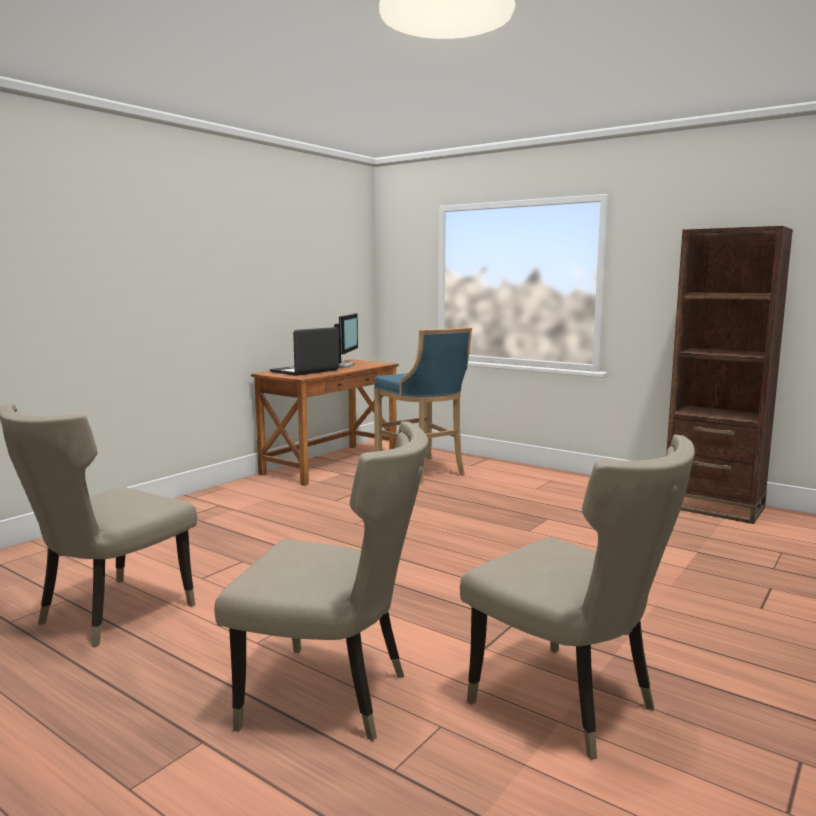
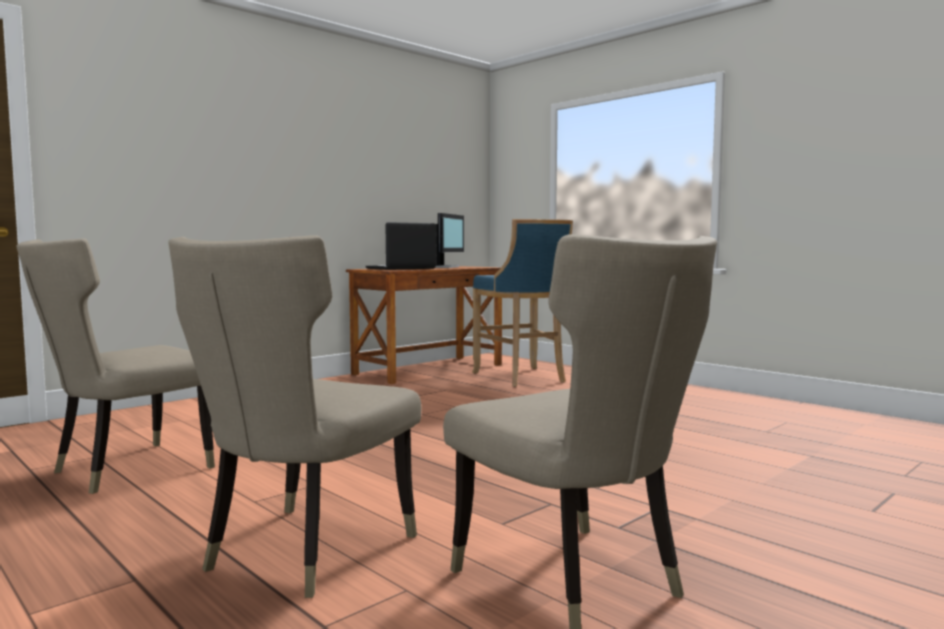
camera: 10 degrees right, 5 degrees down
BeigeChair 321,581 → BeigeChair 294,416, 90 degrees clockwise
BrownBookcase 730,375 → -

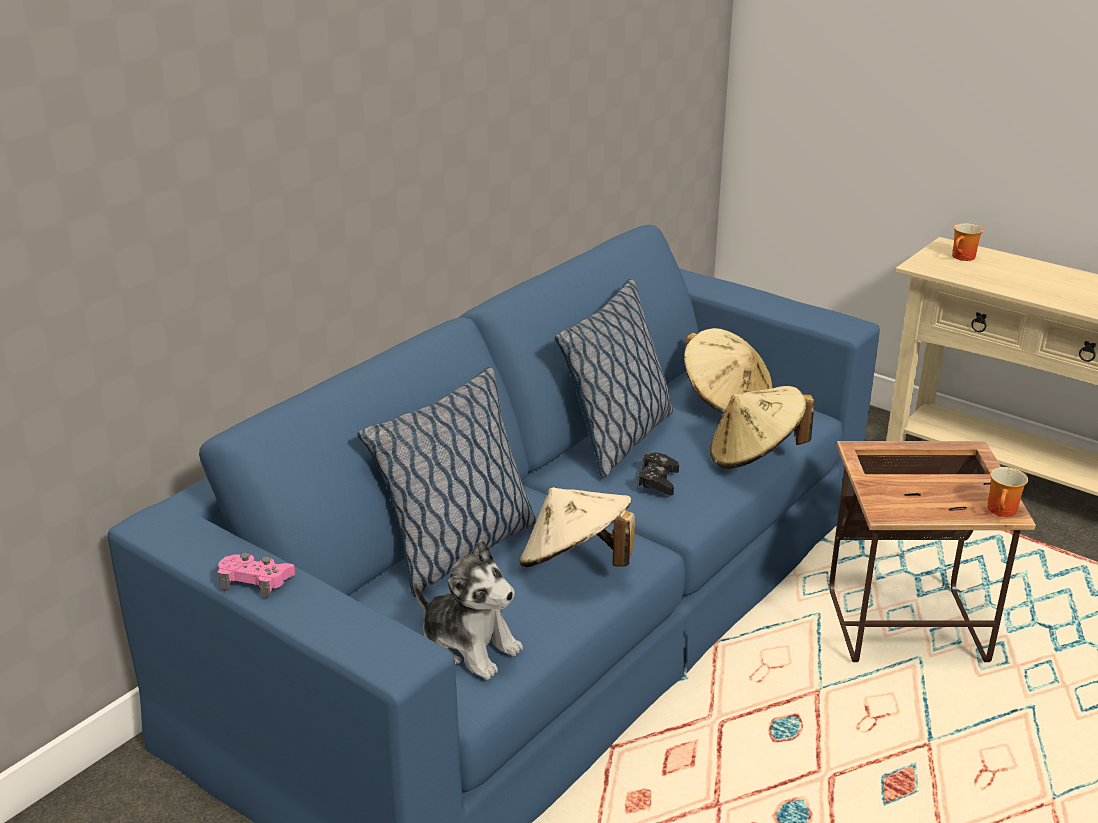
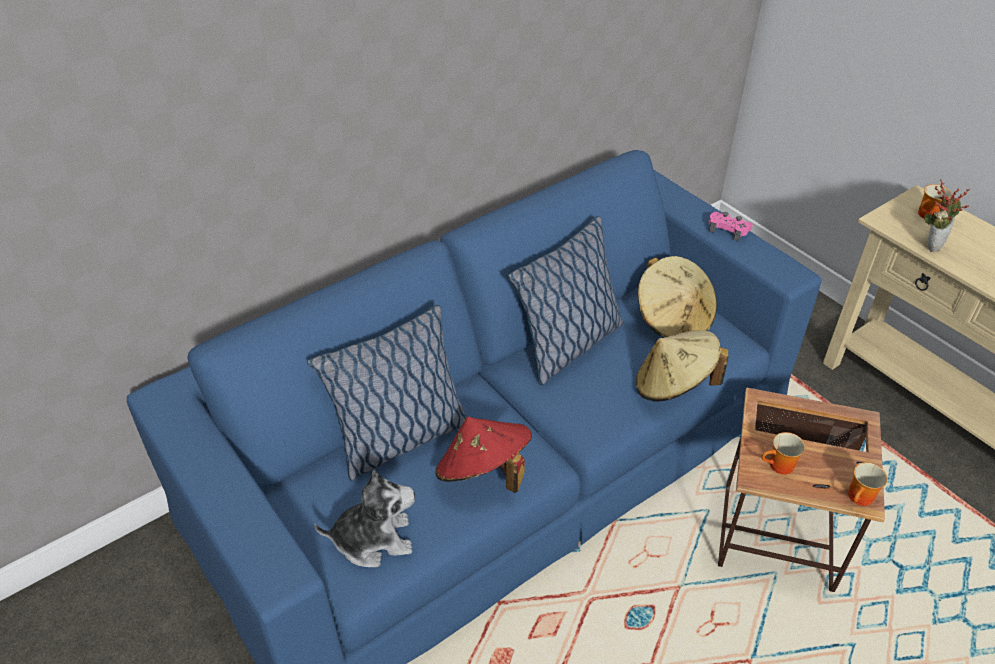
camera: 15 degrees right, 15 degrees up
PinkGameController 256,575 → PinkGameController 731,226, relocated
PlushToy 468,610 → PlushToy 364,518, 60 degrees counterclockwise
BeigeHat 577,527 → RedHat 483,455
BlackGameController 658,474 → -
- → Mug 783,453
- → PottedPlant 947,216

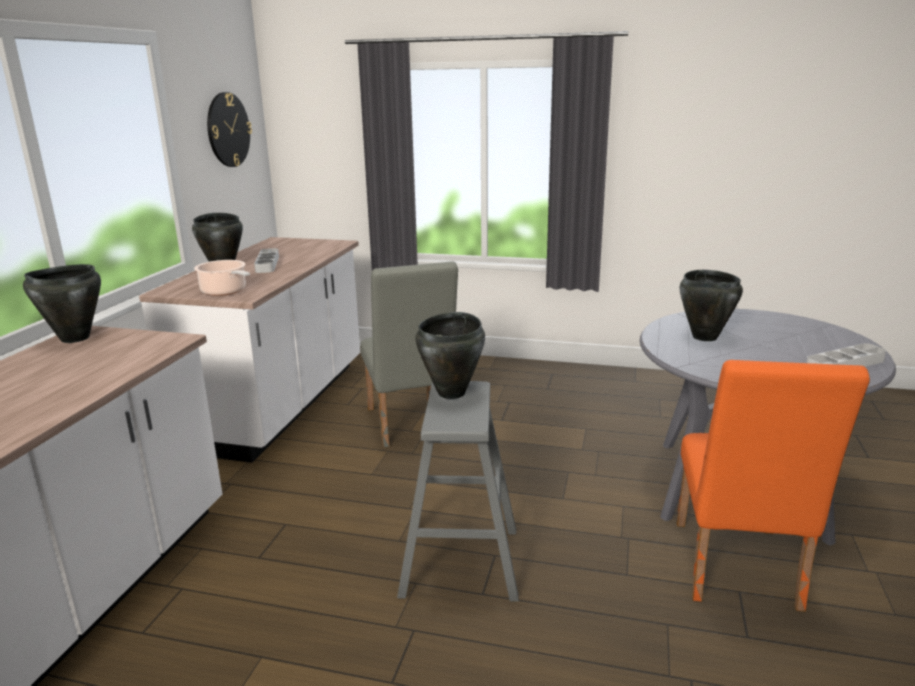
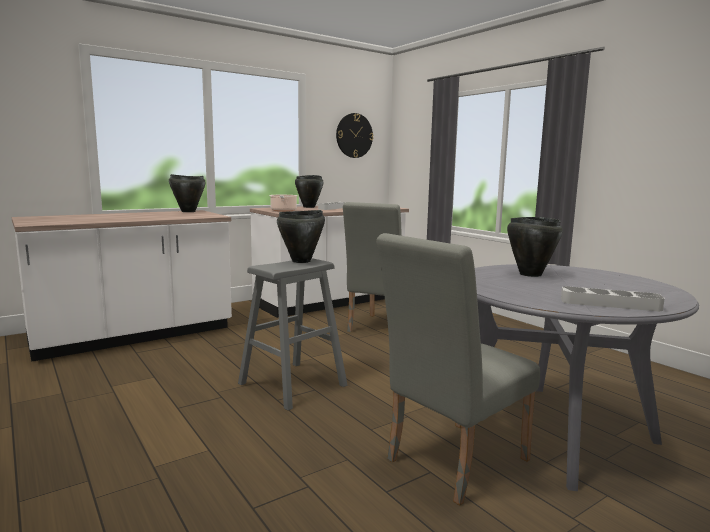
camera: 40 degrees right, 10 degrees down
OrangeChair 773,486 → GreyChair 458,369

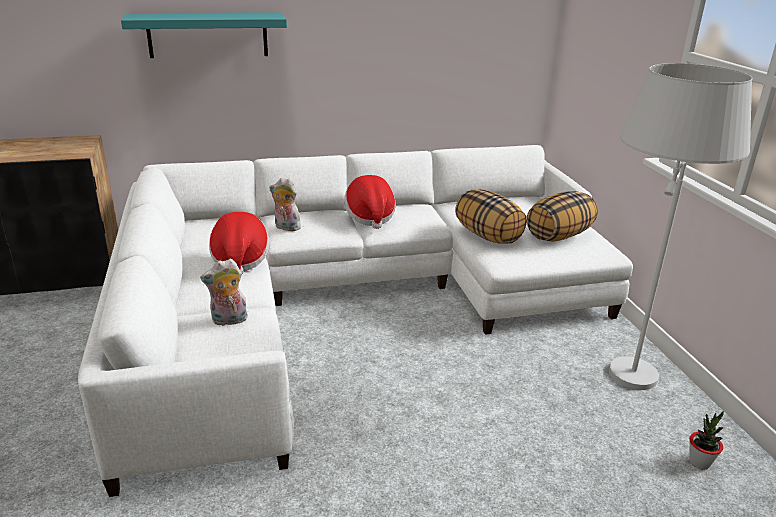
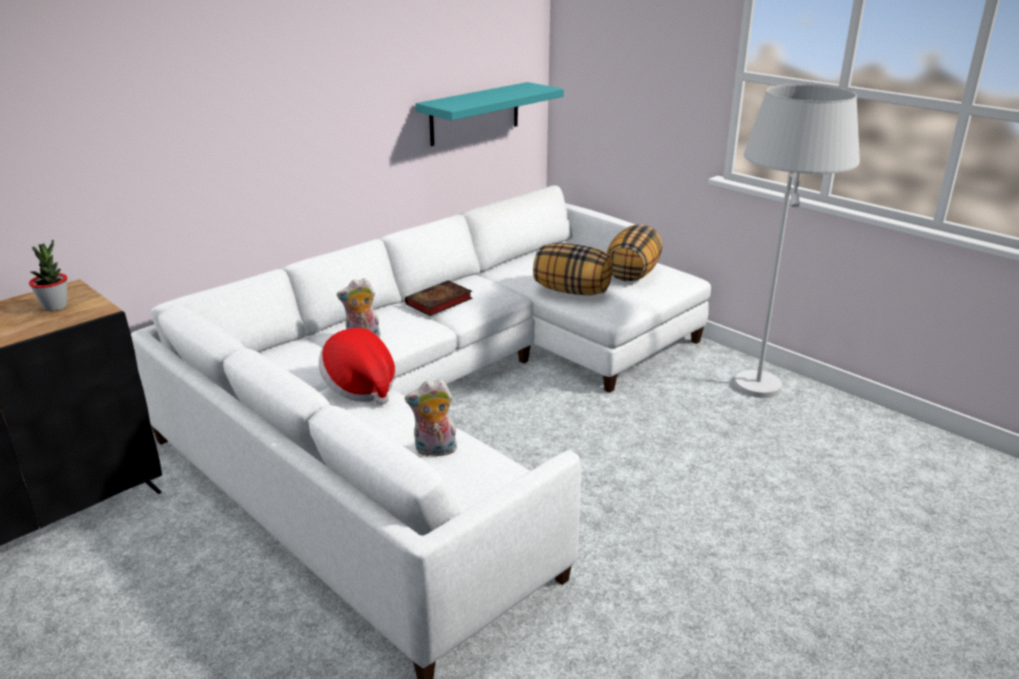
camera: 30 degrees left, 0 degrees up
TurquoiseShelf 204,35 → TurquoiseShelf 490,114, relocated
PlushToy 224,292 → PlushToy 431,417, 45 degrees clockwise
Hat 369,202 → Book 439,298
PottedPlant 706,440 → PottedPlant 48,275, relocated

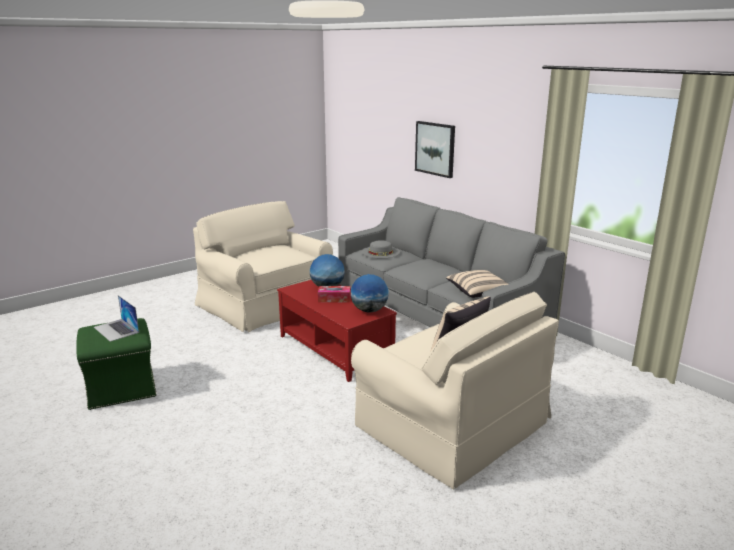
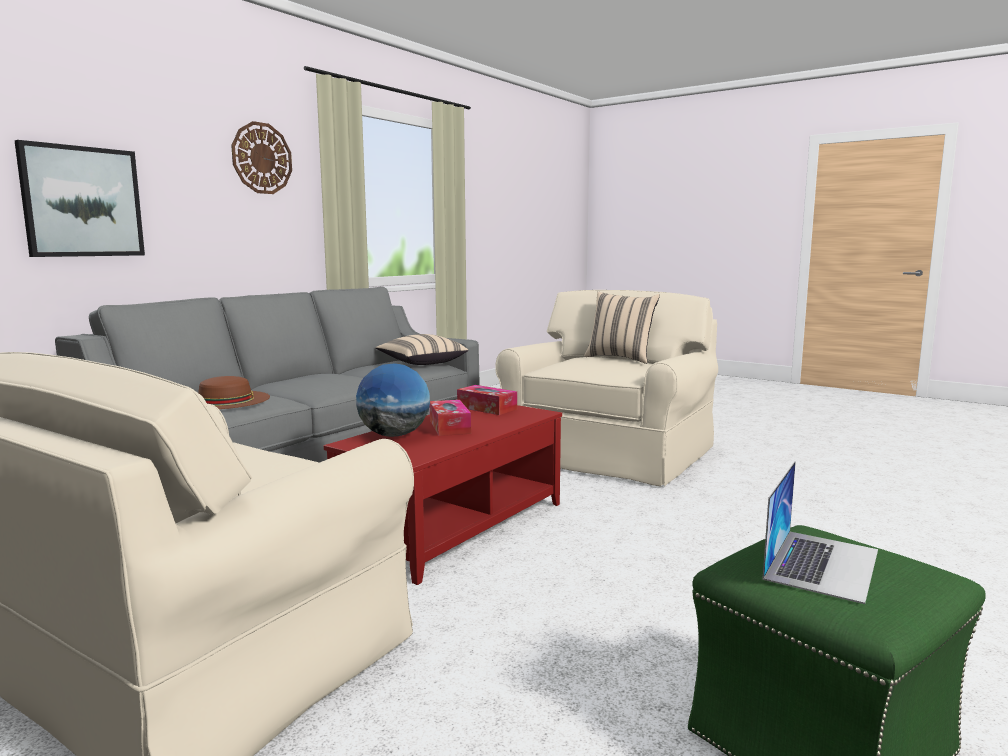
camera: 105 degrees left, 10 degrees down
Globe 370,293 → TissueBox 487,400
GreyHat 380,249 → BrownHat 234,392
- → WallClock 261,157

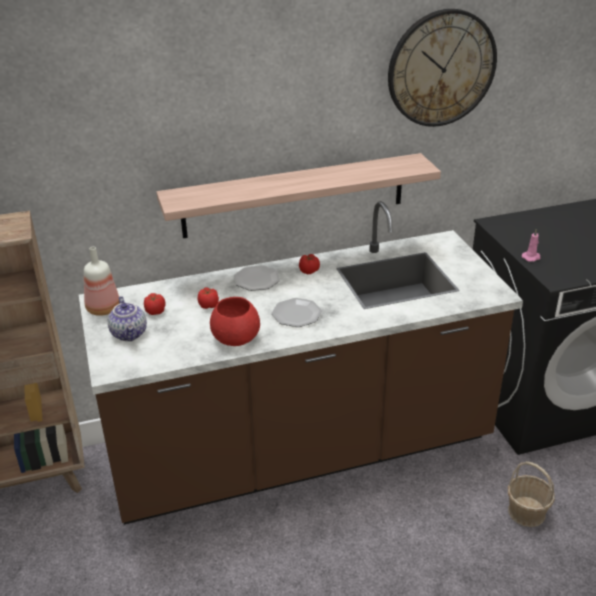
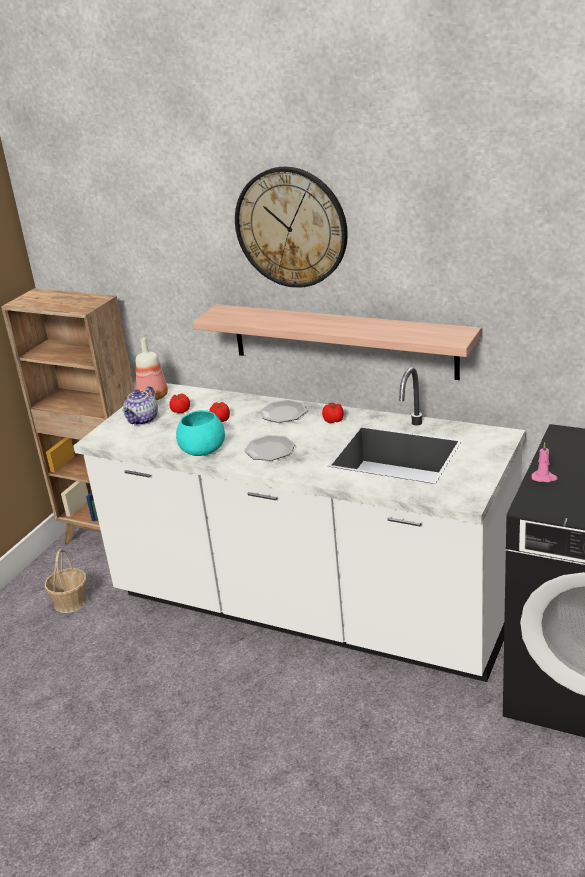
camera: 45 degrees right, 5 degrees down
BrownCounter 301,363 → WhiteCounter 299,524
RedBowl 235,321 → TurquoiseBowl 200,433
WallClock 442,68 → WallClock 291,227, relocated
Basket 531,494 → Basket 66,581, relocated

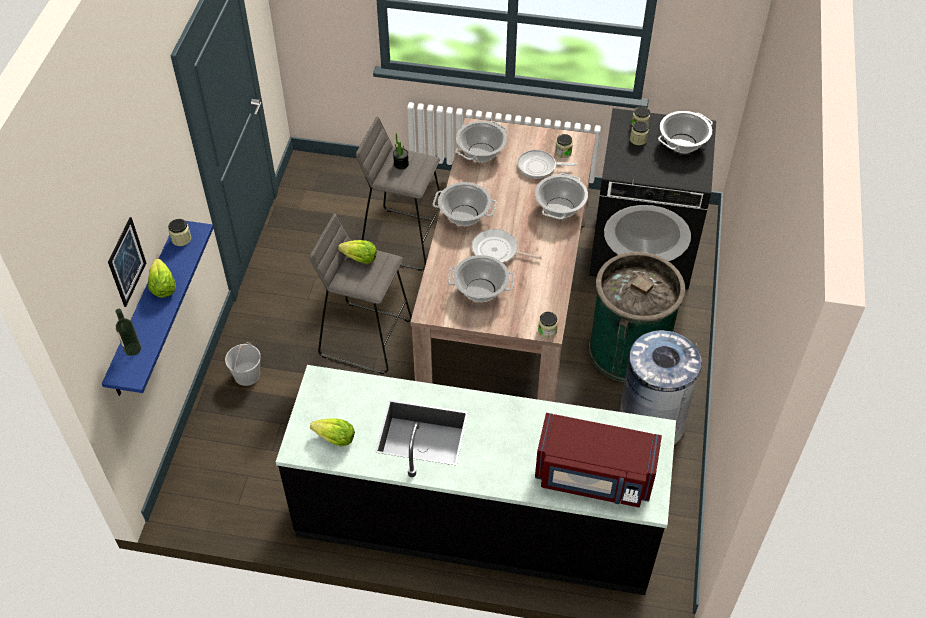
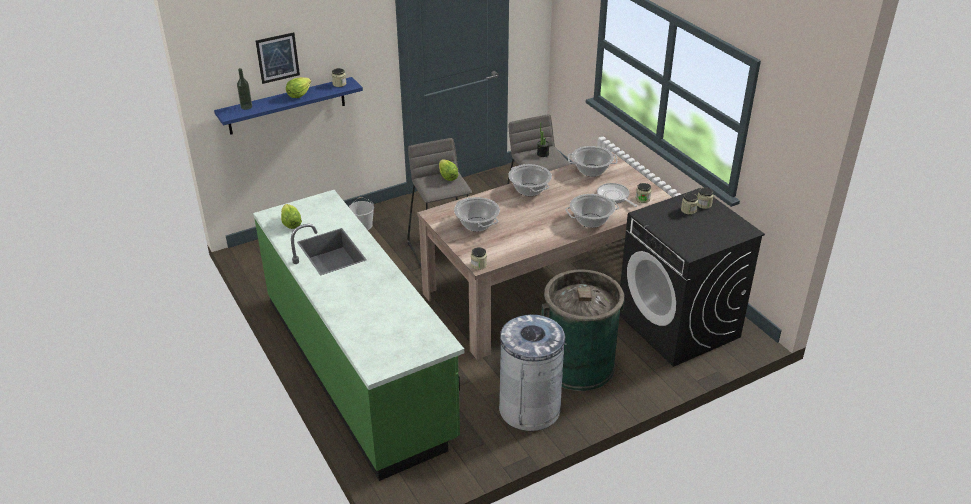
camera: 50 degrees right, 15 degrees down
BlackCounter 476,480 → GreenCounter 358,335
FryingPan 507,246 → -
RedMicrowave 598,460 → -
CookingPot 685,132 → -

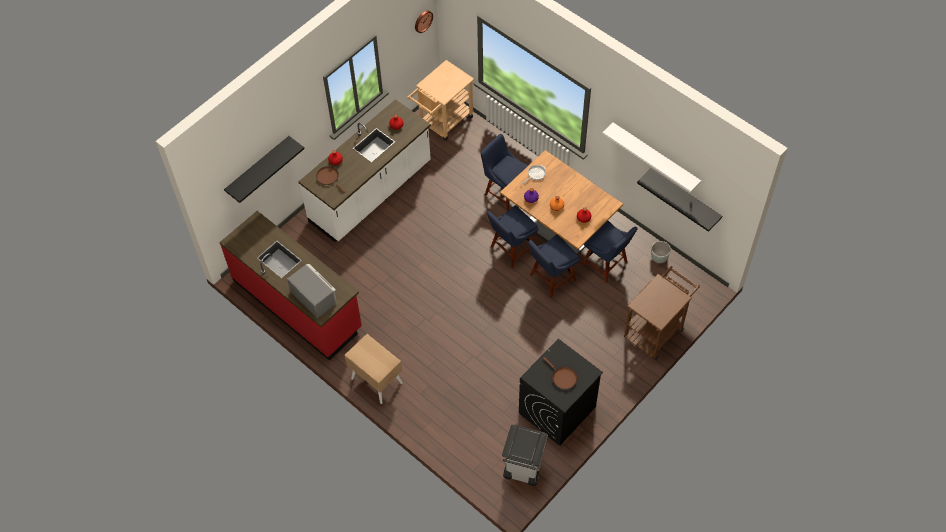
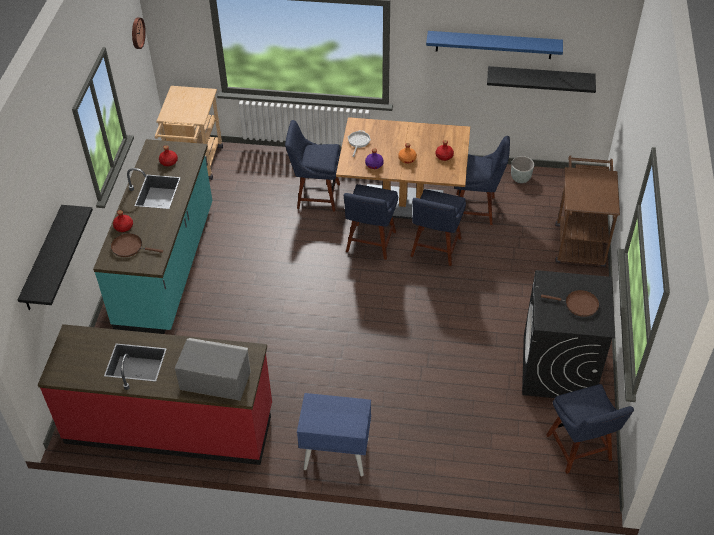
camera: 35 degrees left, 10 degrees down
WhiteCounter 365,170 → TurquoiseCounter 152,236
BeigeNightstand 373,369 → BlueNightstand 334,434
GreyTrashCan 525,455 → BlueChair 590,429
WhiteShelf 651,158 → BlueShelf 494,45

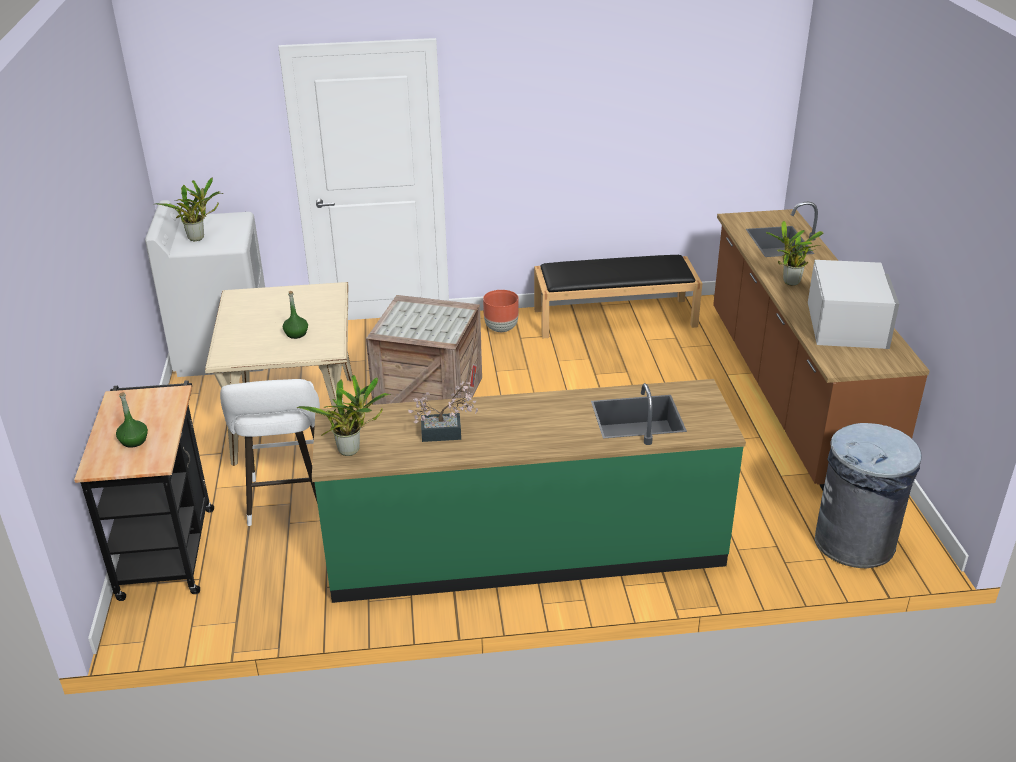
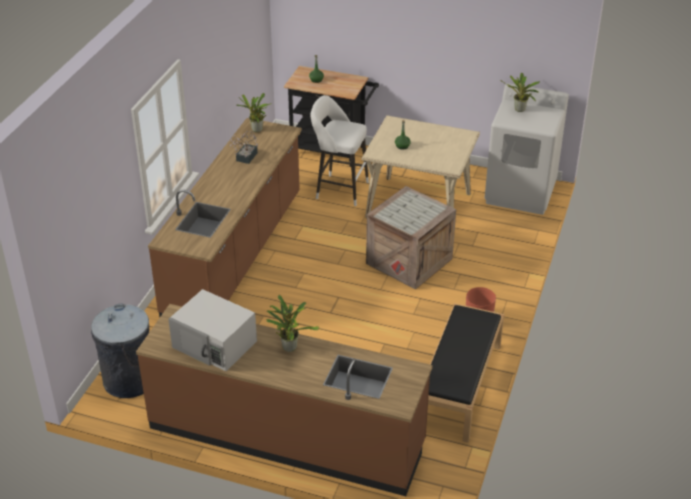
camera: 115 degrees right, 5 degrees up
GreenCounter 529,491 → BrownCounter 225,217

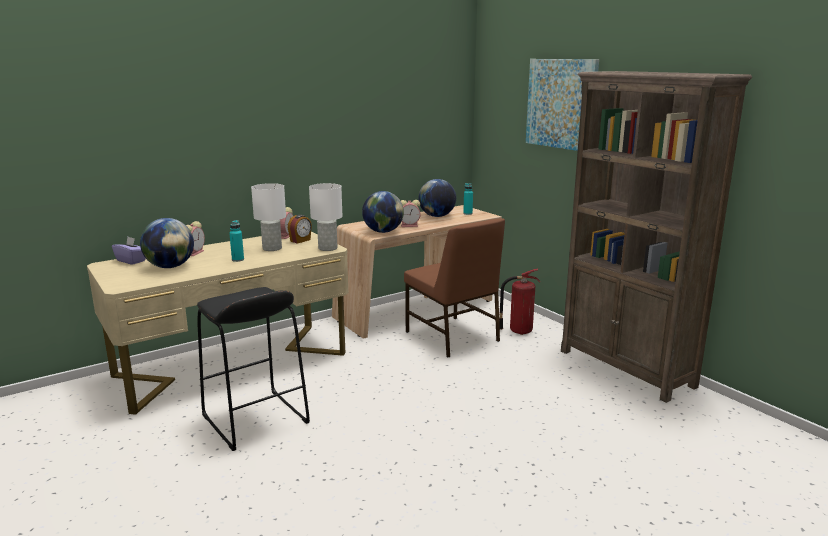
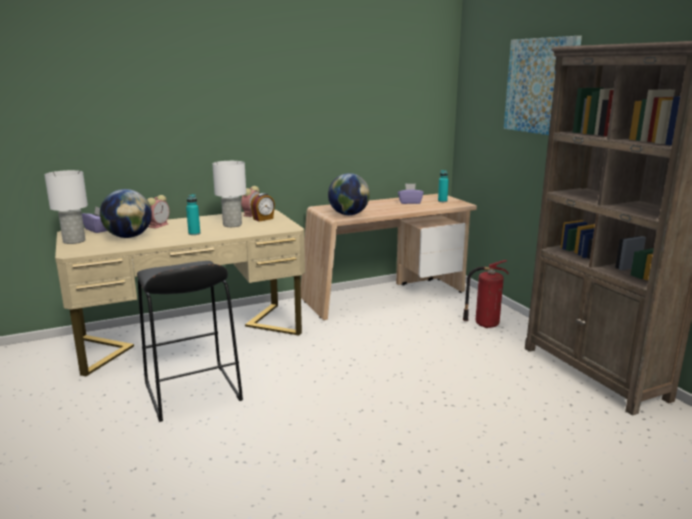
camera: 10 degrees right, 0 degrees up
WhiteTableLamp 326,217 → WhiteTableLamp 66,207, relocated
AlarmClock 411,213 → -
BrownChair 454,287 → -
Globe 437,198 → PurpleTissueBox 411,193

